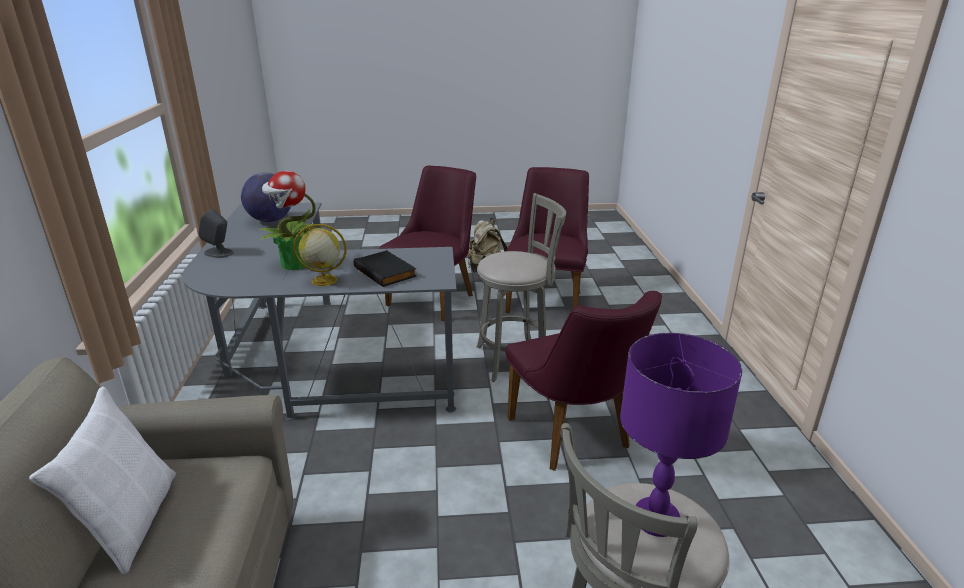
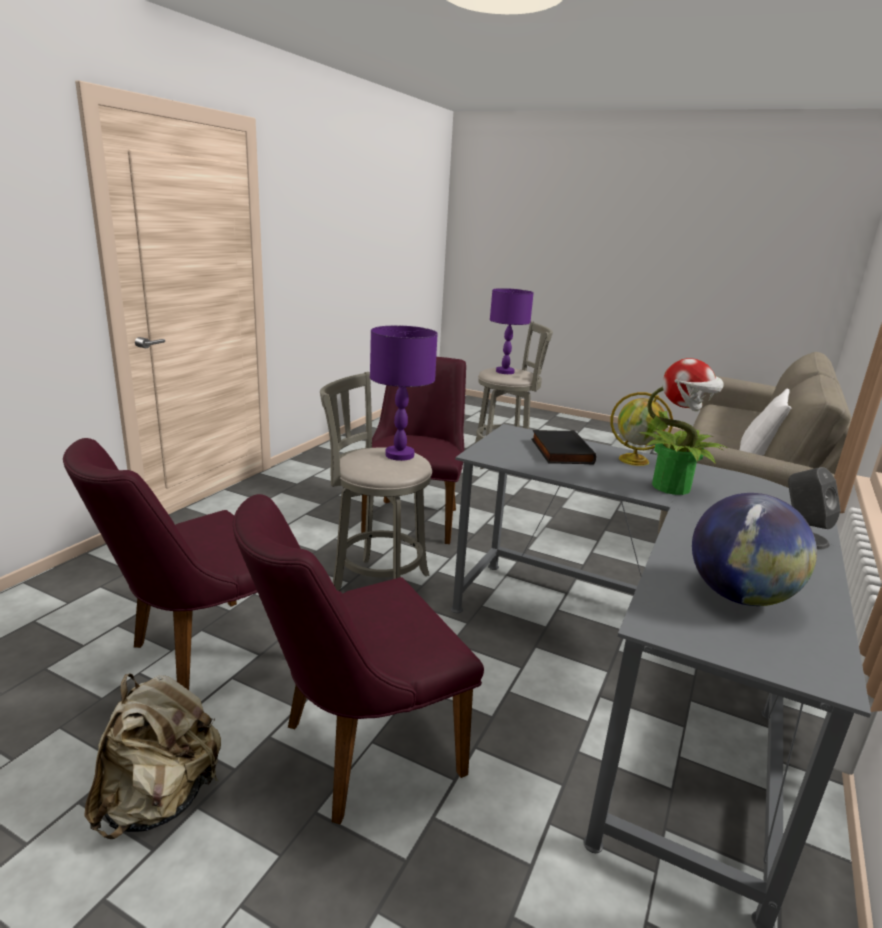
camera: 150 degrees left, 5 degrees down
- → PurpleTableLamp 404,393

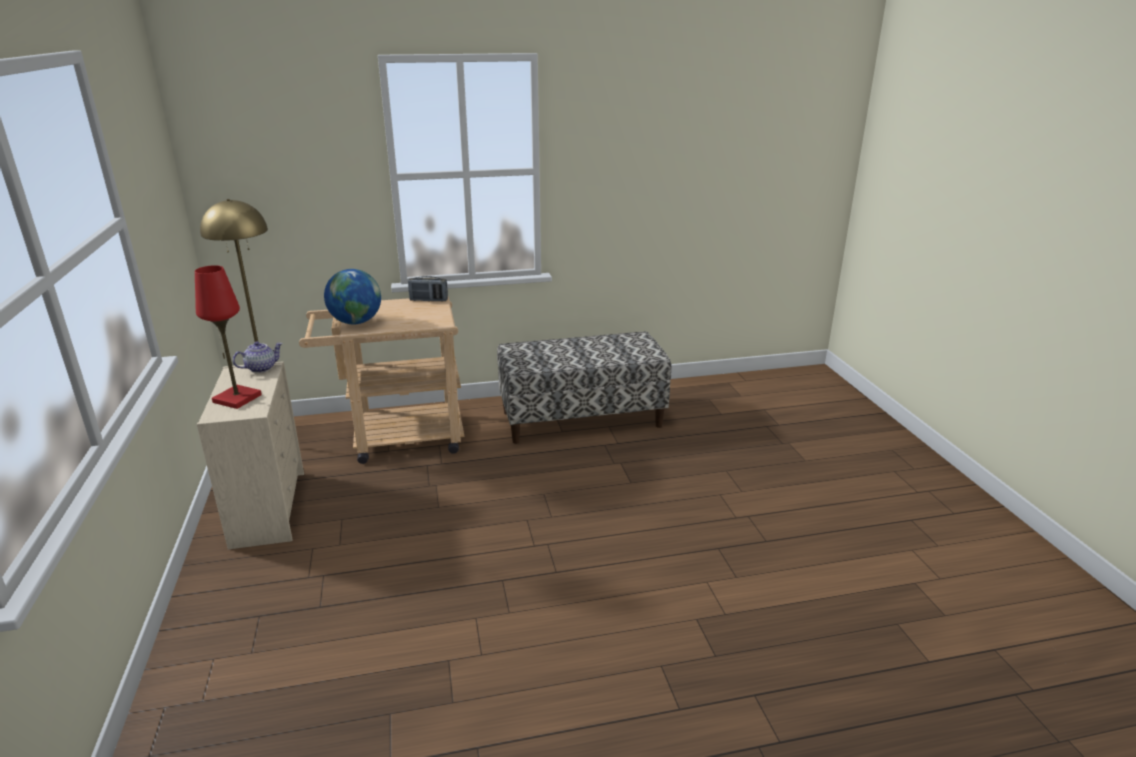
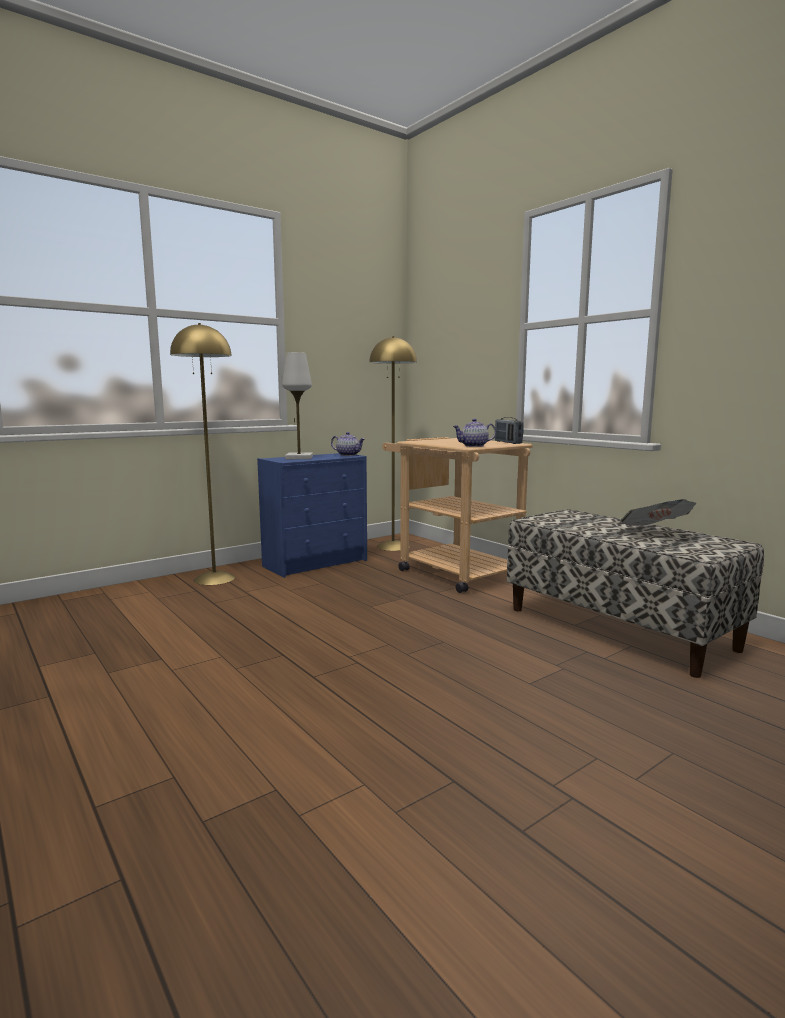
camera: 65 degrees right, 15 degrees down
RedTableLamp 228,337 → WhiteTableLamp 297,405
BeigeDresser 250,455 → BlueDresser 312,515
Globe 352,296 → -
- → YellowFloorLamp 202,454
- → Teapot 474,433
- → Newspaper 657,512

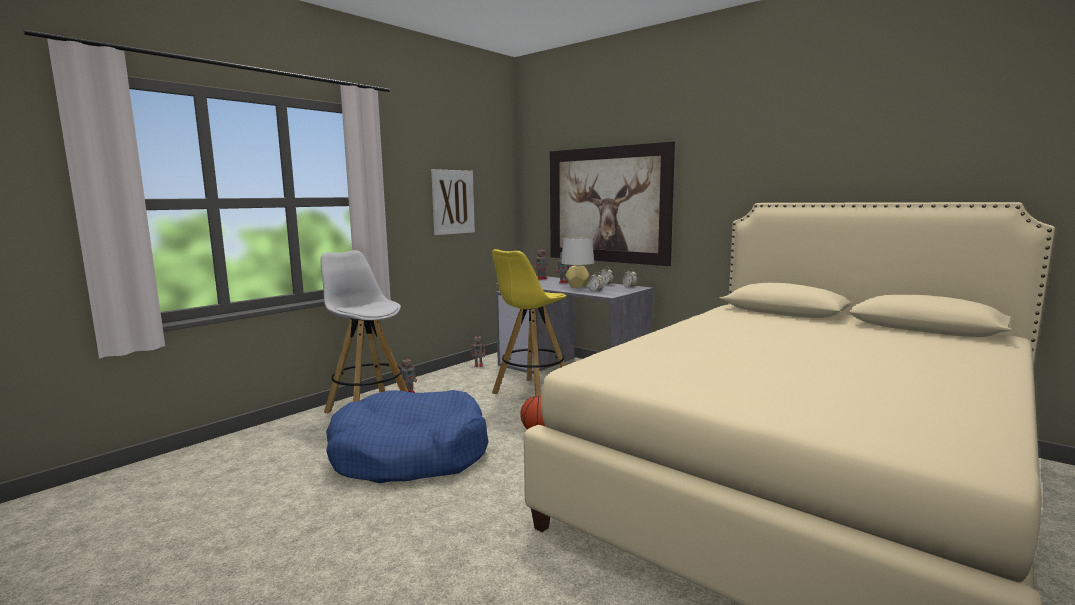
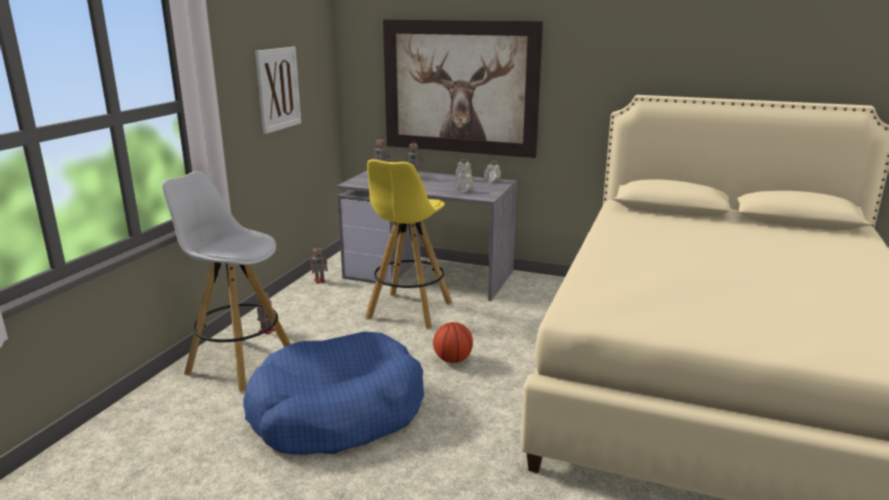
camera: 20 degrees left, 10 degrees up
GreyTableLamp 577,262 → -

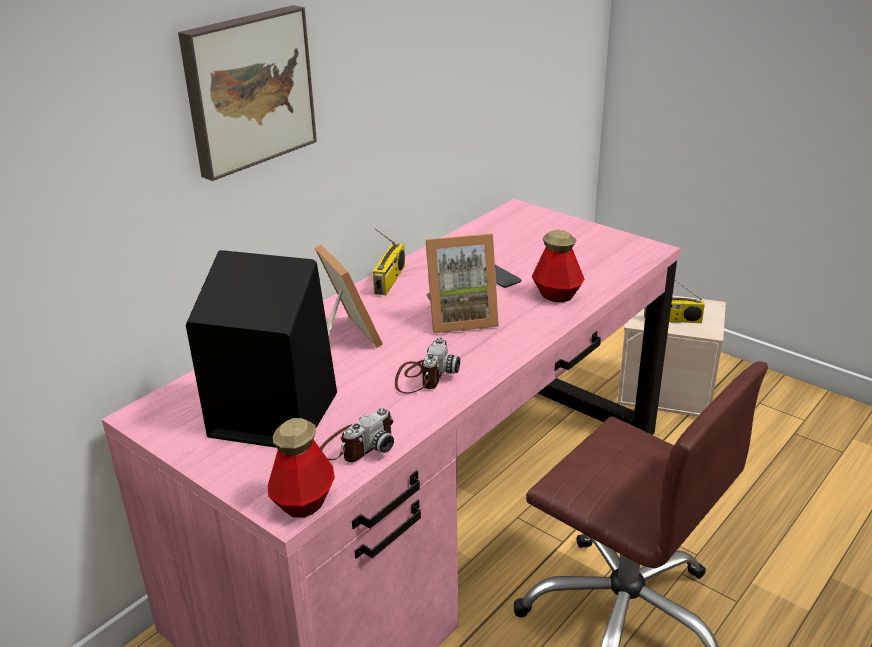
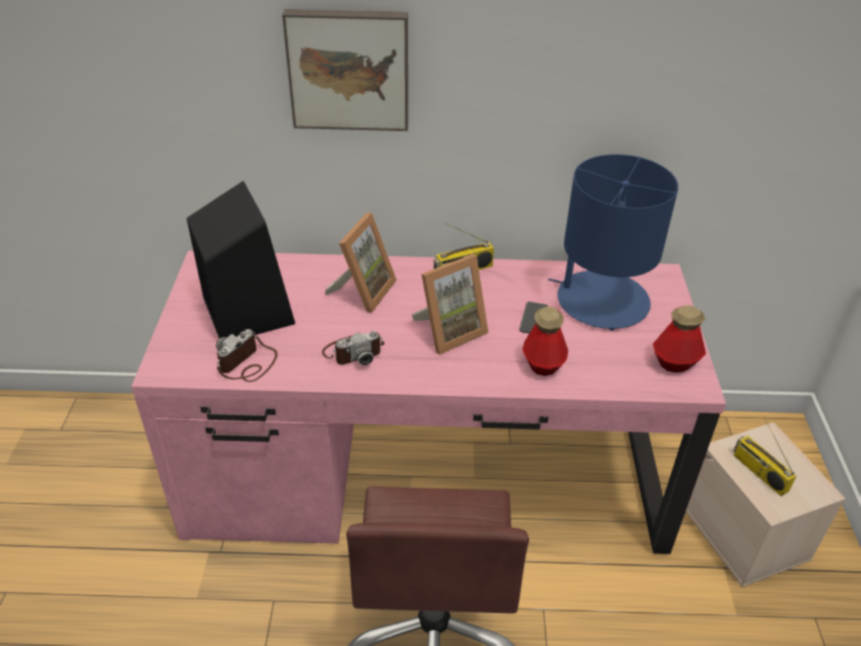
camera: 50 degrees right, 10 degrees up
Bottle 301,468 → Bottle 679,339, relocated
PhotoCamera 357,435 → PhotoCamera 247,355, 120 degrees clockwise
PictureFrame 462,283 → PictureFrame 450,304, 75 degrees counterclockwise
- → BlueTableLamp 613,242

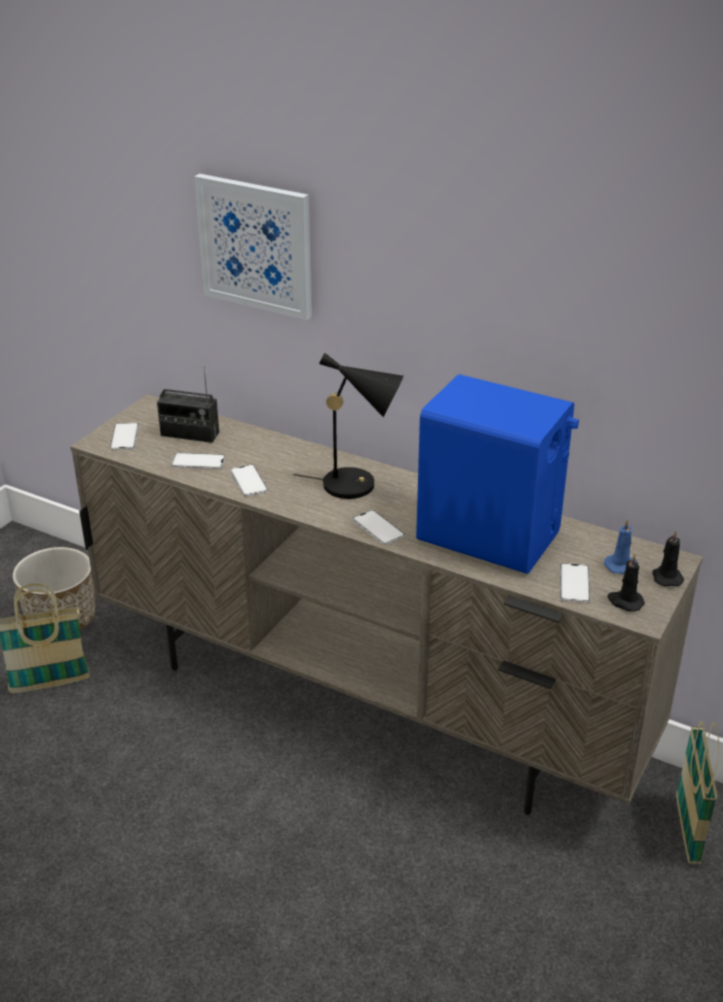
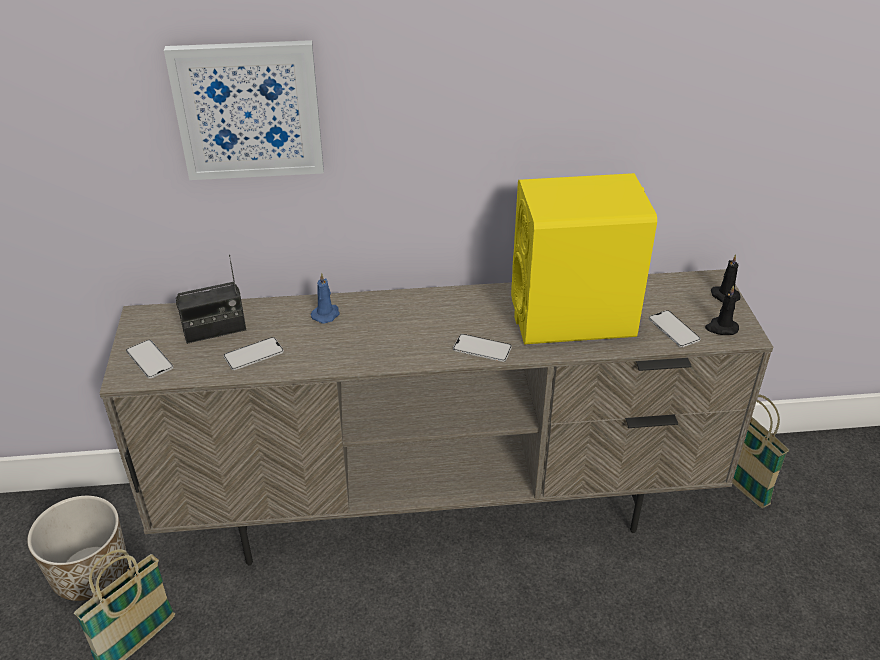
camera: 35 degrees left, 5 degrees up
Phone 249,480 → -
BlackTableLamp 348,426 → -
BlueSpeaker 497,474 → YellowSpeaker 584,259
BlueCandle 621,546 → BlueCandle 325,298, relocated

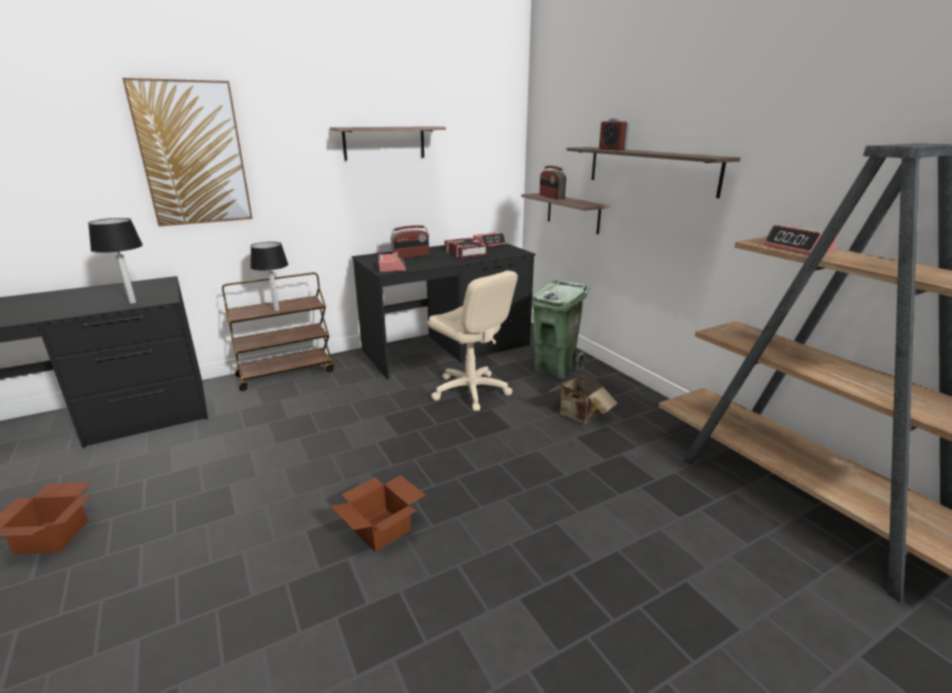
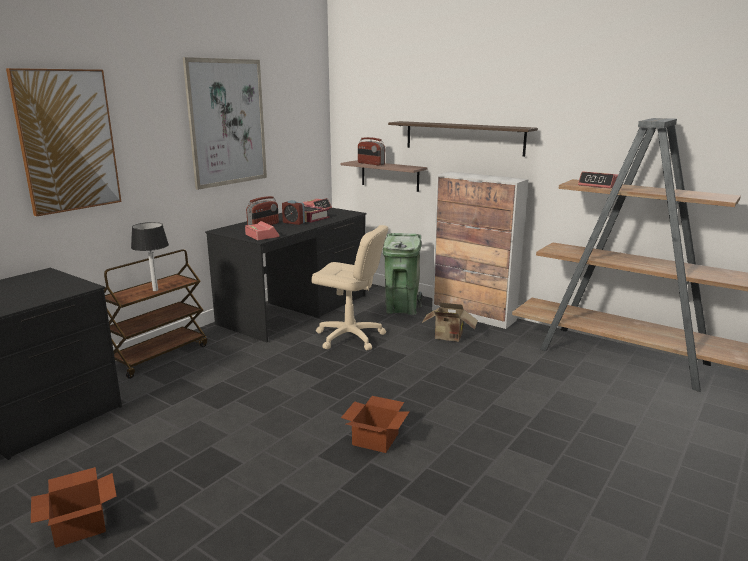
camera: 25 degrees left, 5 degrees down
TableLamp 115,261 → -
Shelf 388,143 → Picture 225,123
AlarmClock 614,134 → AlarmClock 293,212, relocated
- → Cabinet 480,250

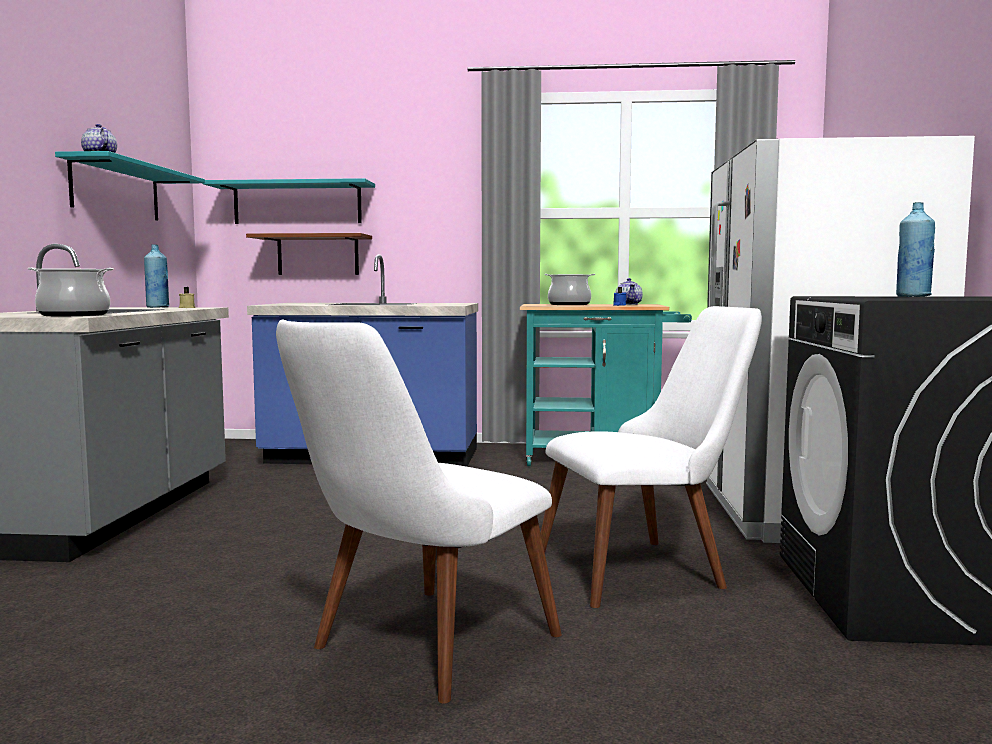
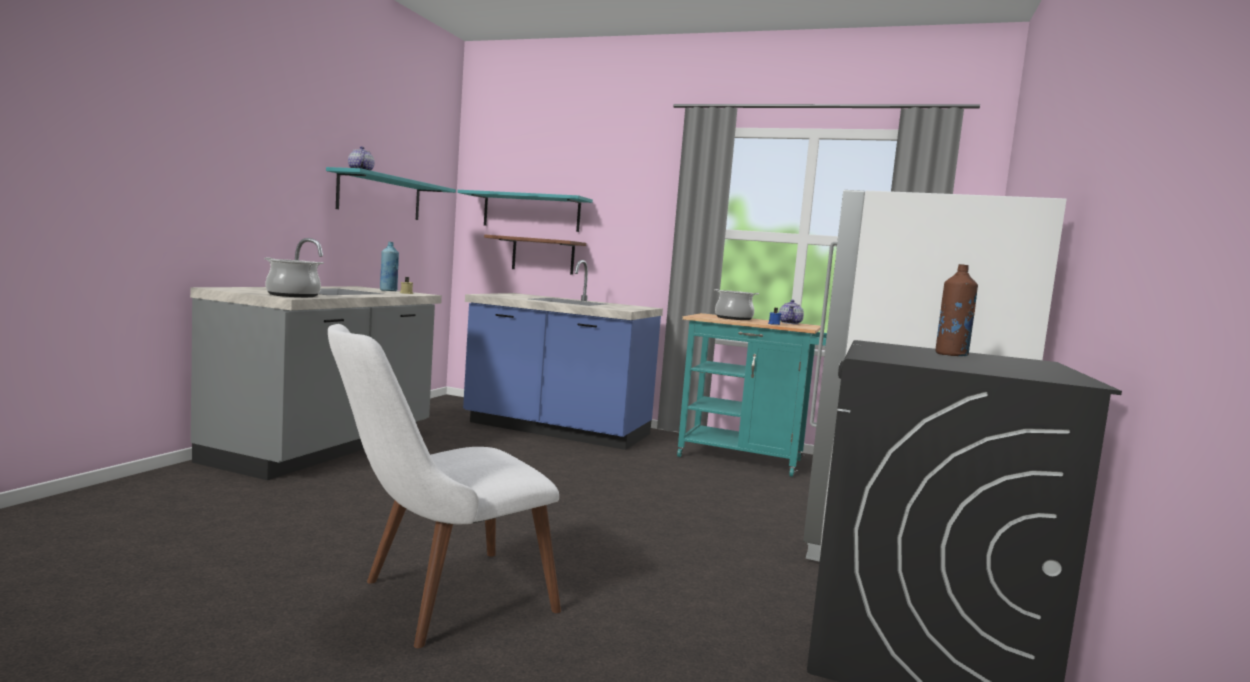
camera: 15 degrees right, 0 degrees up
WhiteChair 651,457 → -
BlueBottle 915,249 → BrownBottle 956,310

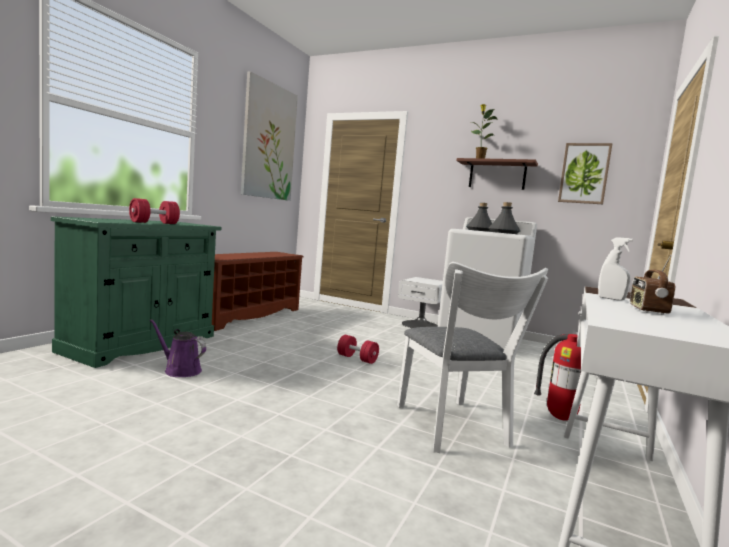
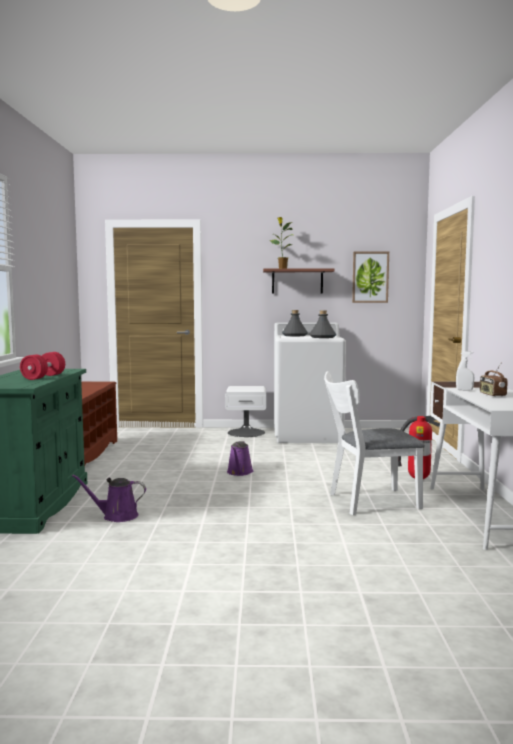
camera: 25 degrees left, 0 degrees up
Picture 269,136 → -
RedDumbbell 358,349 → PurpleWateringCan 240,458
WhiteChair 472,357 → WhiteChair 374,443, 120 degrees clockwise

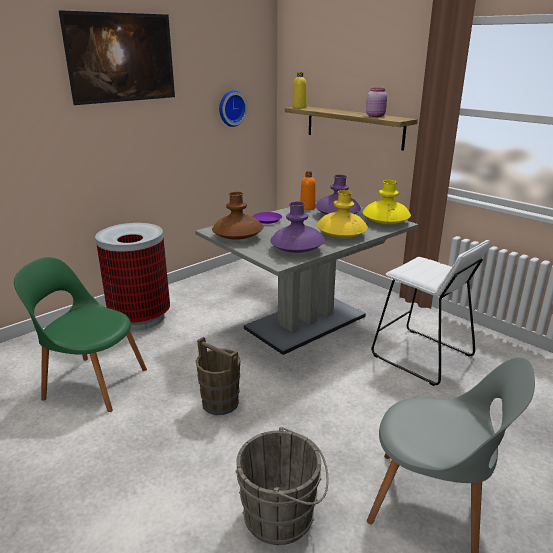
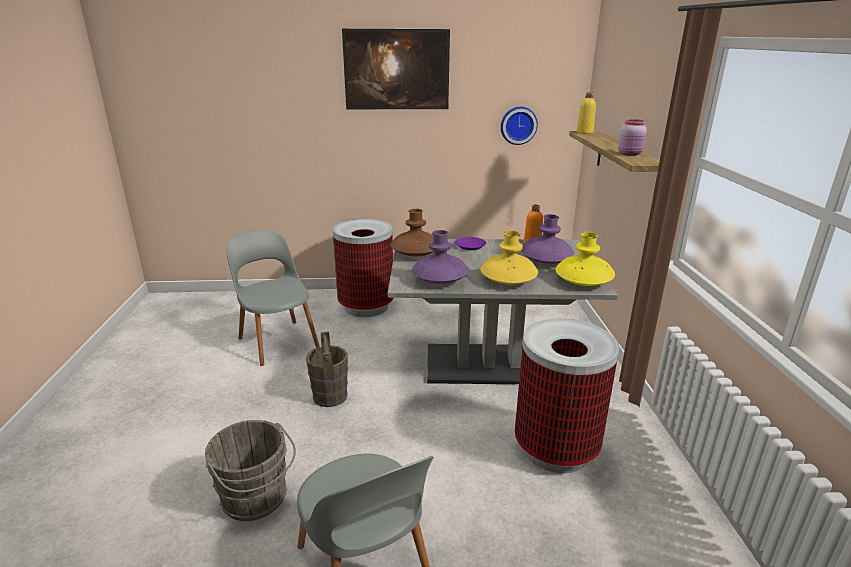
camera: 40 degrees right, 0 degrees up
GreenChair 80,334 → GreyChair 273,297
WhiteStool 431,313 → TrashCan 567,396

